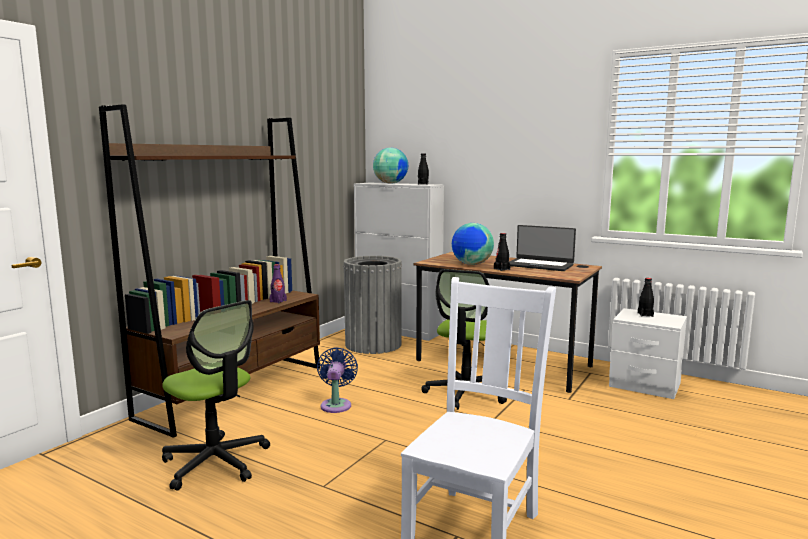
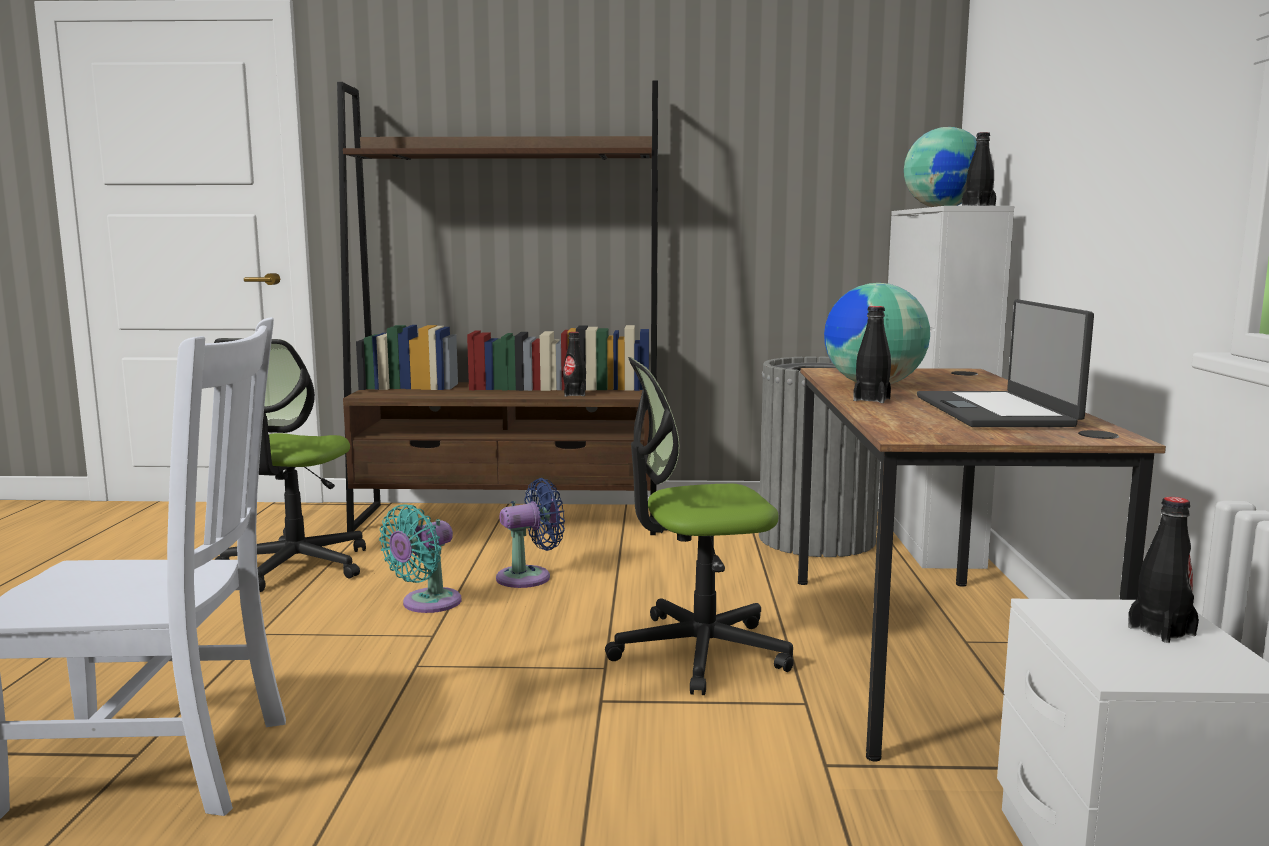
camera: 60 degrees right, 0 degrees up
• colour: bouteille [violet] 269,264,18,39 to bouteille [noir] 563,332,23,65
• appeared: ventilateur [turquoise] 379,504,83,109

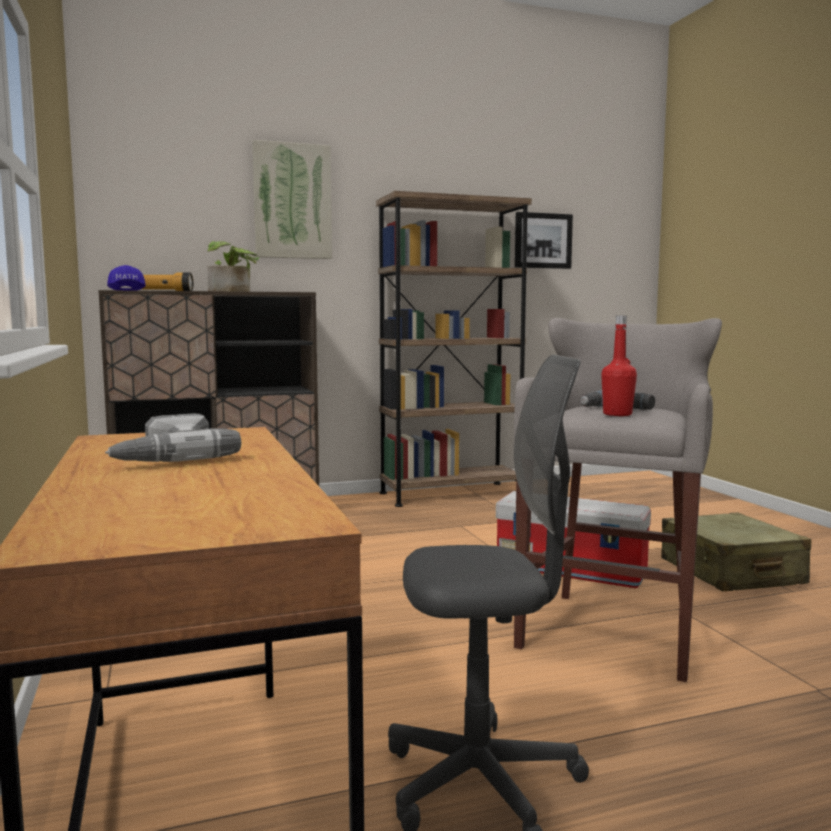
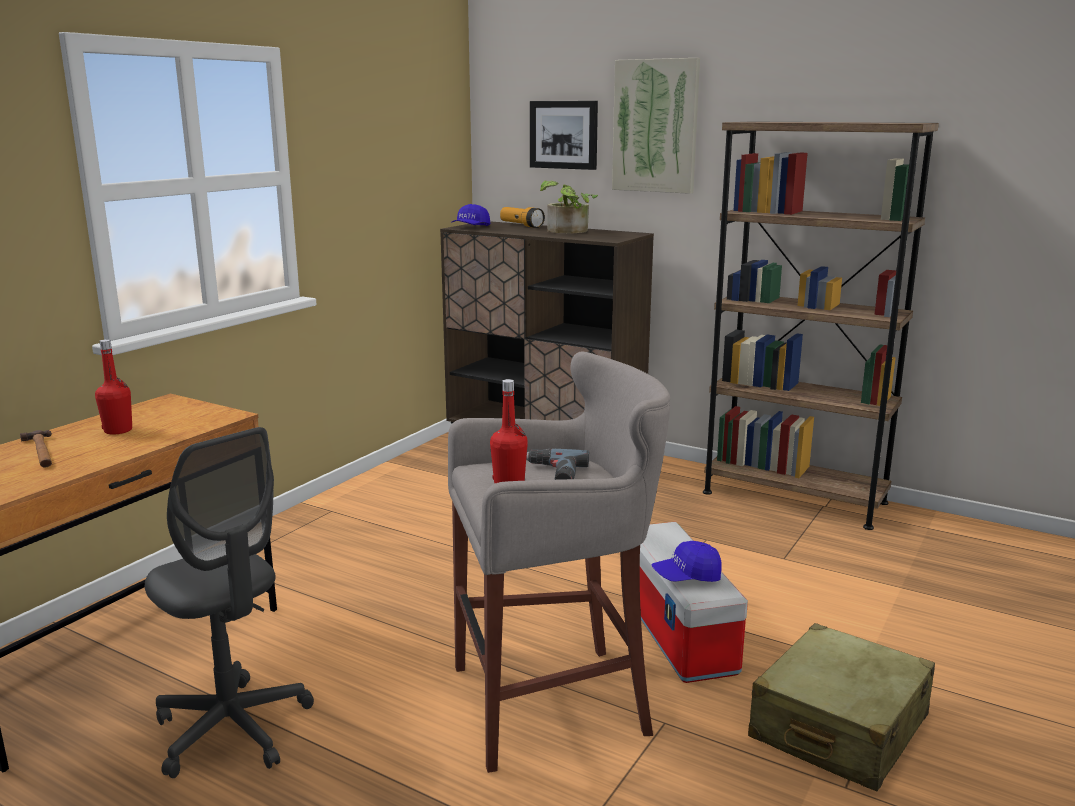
camera: 50 degrees right, 10 degrees up
• relocated: tableau 515,212,58,57 to 530,101,68,69
• exchanged: perceuse 105,414,136,48 to bouteille [rouge] 95,339,37,96
• appeared: marteau 20,430,32,37
• appeared: casquette [bleu] 652,541,70,41

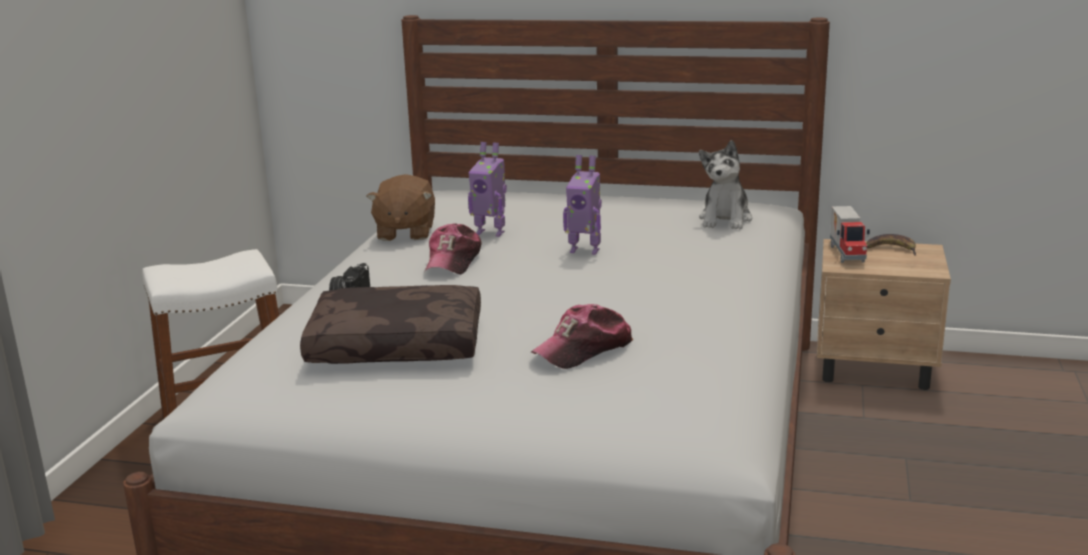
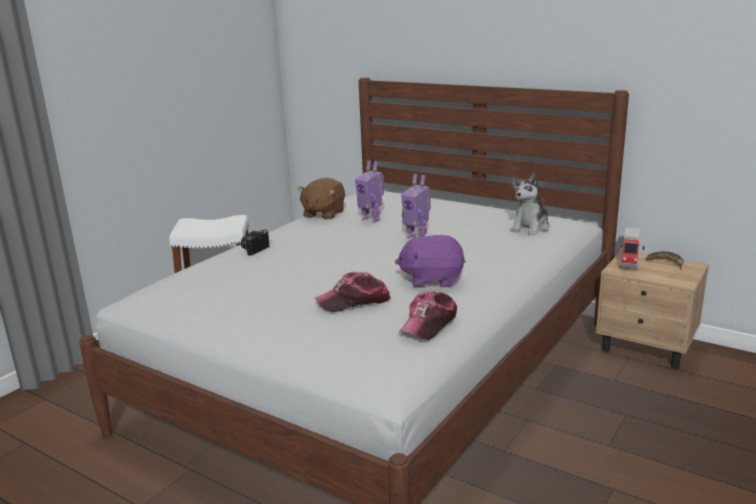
camera: 20 degrees right, 0 degrees up
• relocated: casquette 424,223,58,51 to 399,291,58,49
• missing: coussin [marron] 300,285,181,79
• appeared: peluche [violet] 395,235,71,53

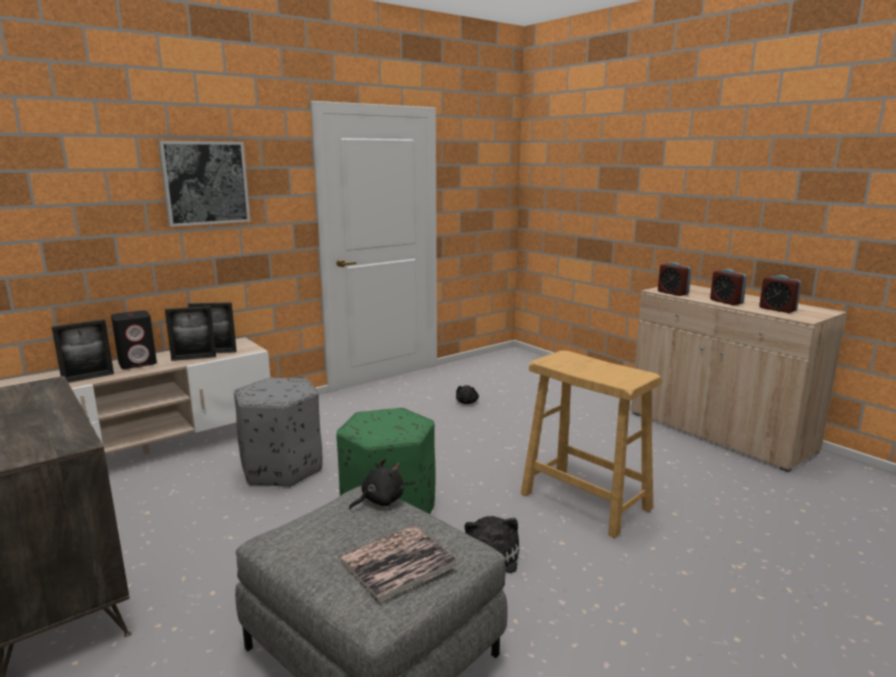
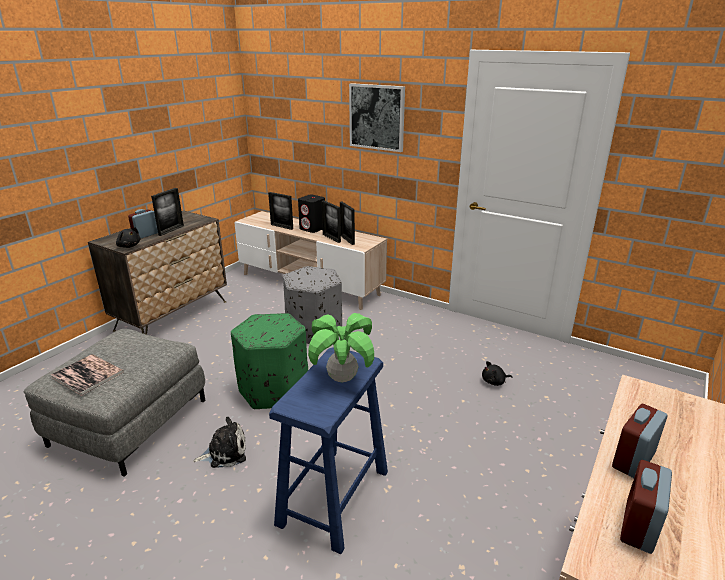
camera: 70 degrees right, 10 degrees up
• relocated: réveil 658,262,34,34 to 128,209,30,30
• colour: tabouret [beige] 521,350,141,188 to tabouret [bleu] 269,347,119,207
• relocated: peluche [noir] 349,459,55,51 to 116,227,24,21
• appeared: cadre photo 151,188,33,48
• appeared: plante en pot 308,313,66,69

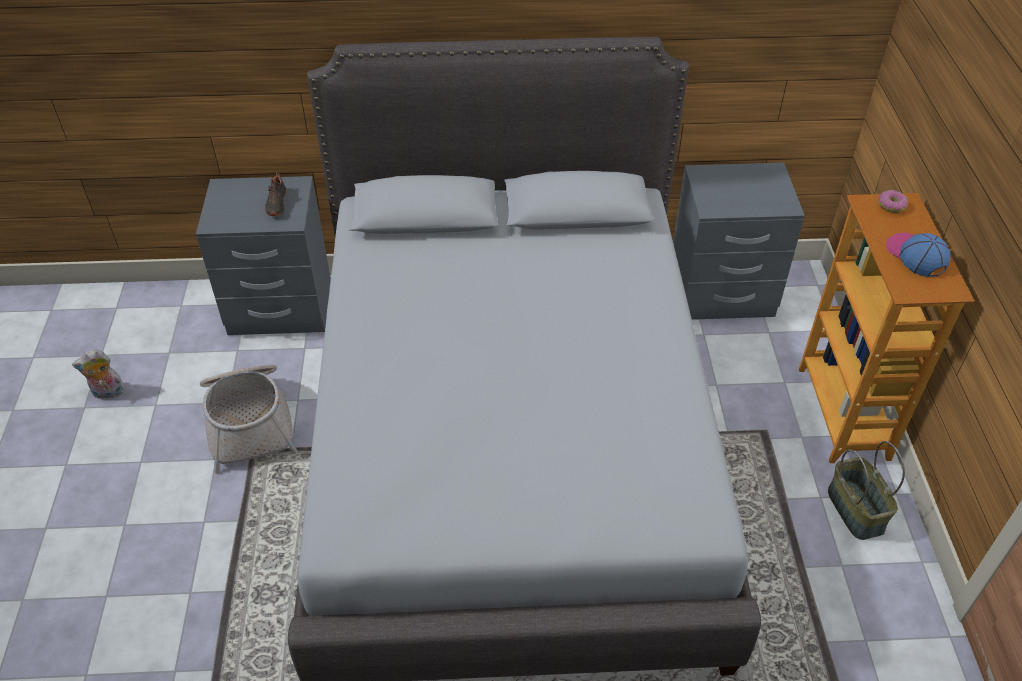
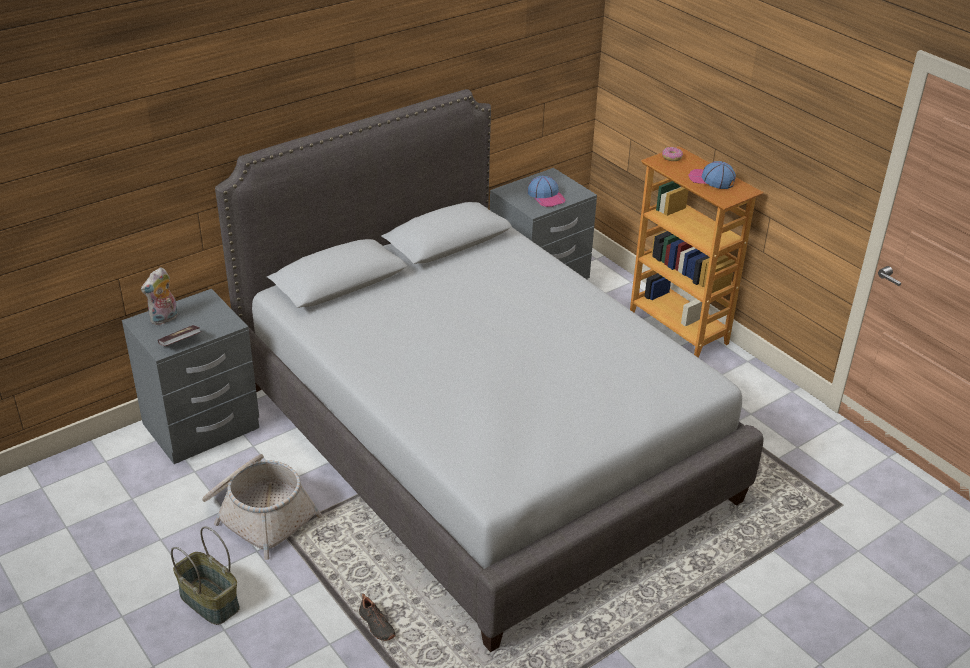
camera: 35 degrees left, 10 degrees down
• relocated: chaussure [noir] 265,172,22,44 to 359,594,37,47
• relocated: peluche 72,349,53,51 to 141,267,37,58
• relocated: panier 828,441,77,99 to 171,526,69,99
• appeared: casquette 528,176,38,31
• appeared: livre 158,325,43,21

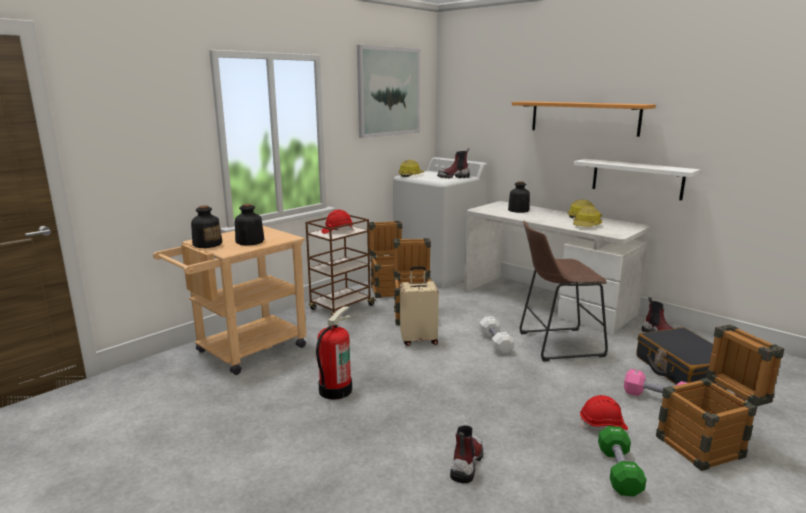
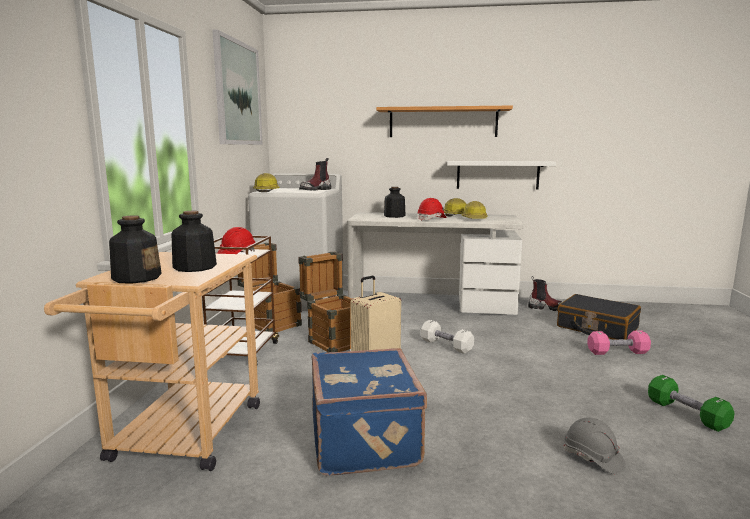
camera: 35 degrees left, 5 degrees down
• missing: tabouret [marron] 520,221,88,140
• exchanged: extincteur 316,306,36,94 to valise [bleu] 312,348,115,127
• missing: caisse 656,324,128,147
• relocated: casque de chantier [rouge] 580,395,48,35 to 417,198,30,23
• exchanged: botte 450,426,33,57 to casque de chantier [gris] 564,417,62,57

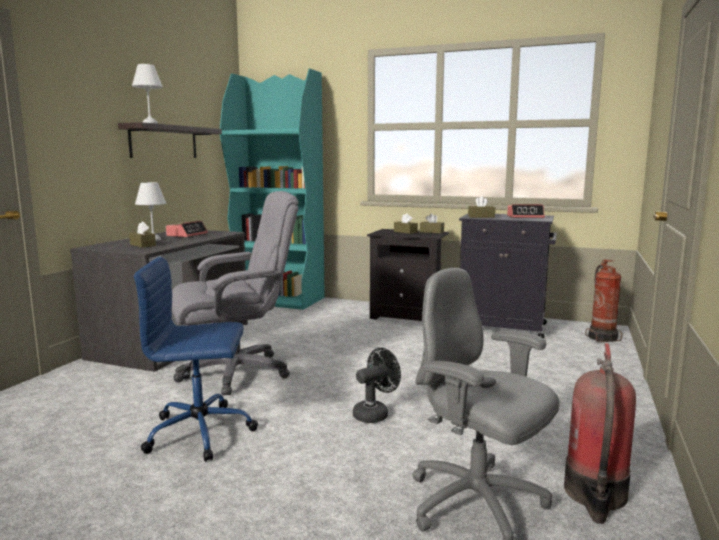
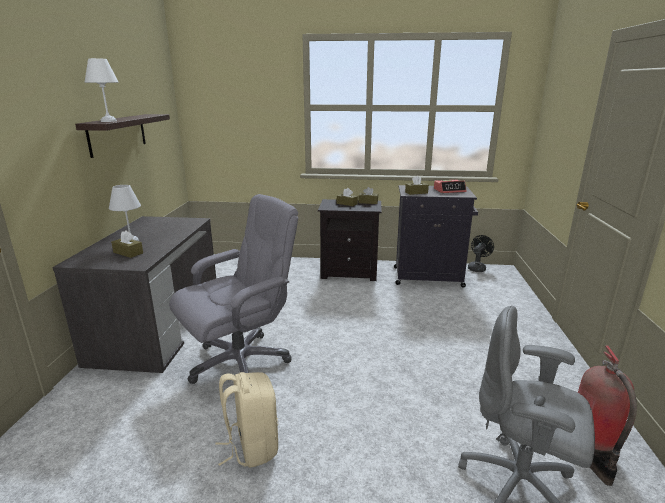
camera: 15 degrees left, 10 degrees up
• missing: bibliothèque [turquoise] 220,68,105,242
• missing: réveil 166,221,42,16
• exchanged: chaise de bureau [bleu] 134,256,124,206 to sac à dos [beige] 215,372,63,96
• missing: extincteur 585,260,37,82
• relocated: ventilateur [noir] 353,348,48,75 to 468,235,26,37

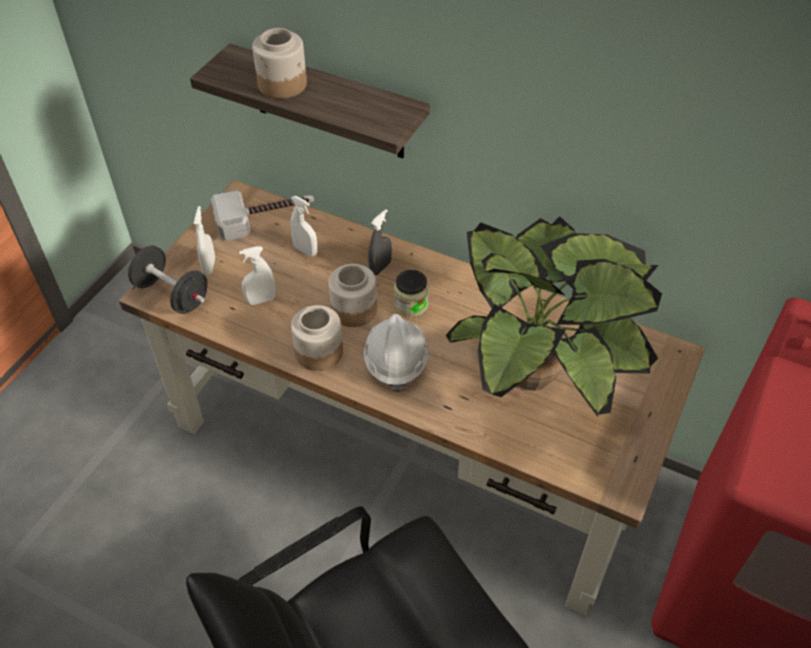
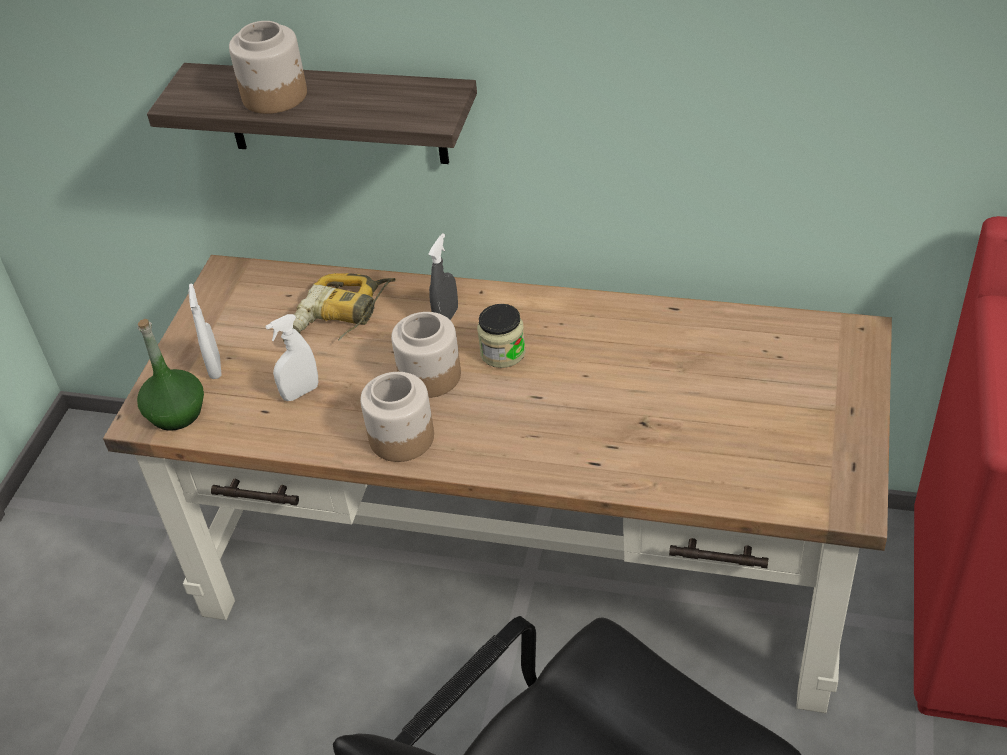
camera: 10 degrees left, 5 degrees down
• missing: marteau 211,190,103,50
• exchanged: vaporisateur [blanc] 290,196,27,60 to perceuse 283,273,113,68
• missing: plante en pot 446,216,216,201
• exchanged: haltère [noir] 128,246,80,68 to bouteille [vert] 137,319,67,112
• missing: casque de chantier [blanc] 364,314,64,78

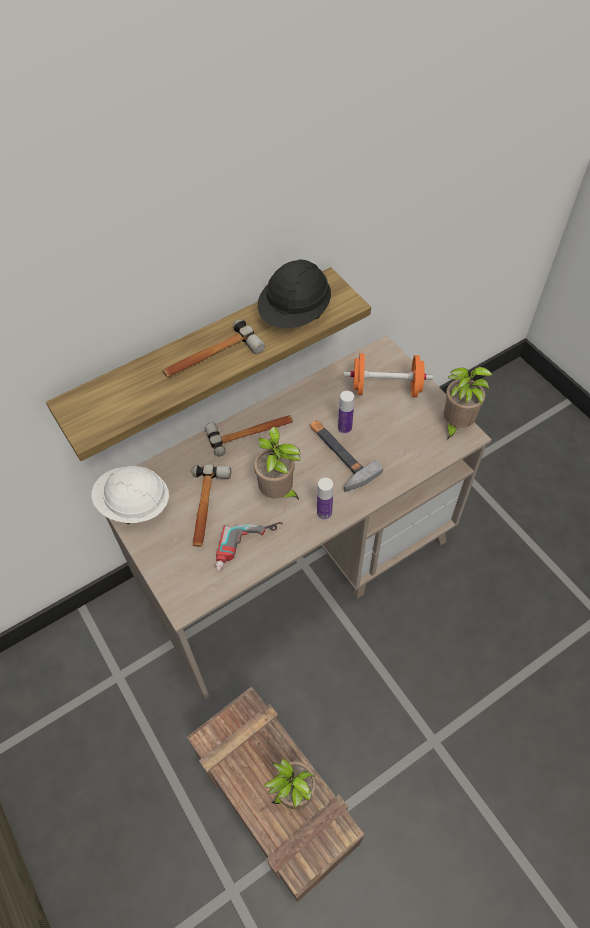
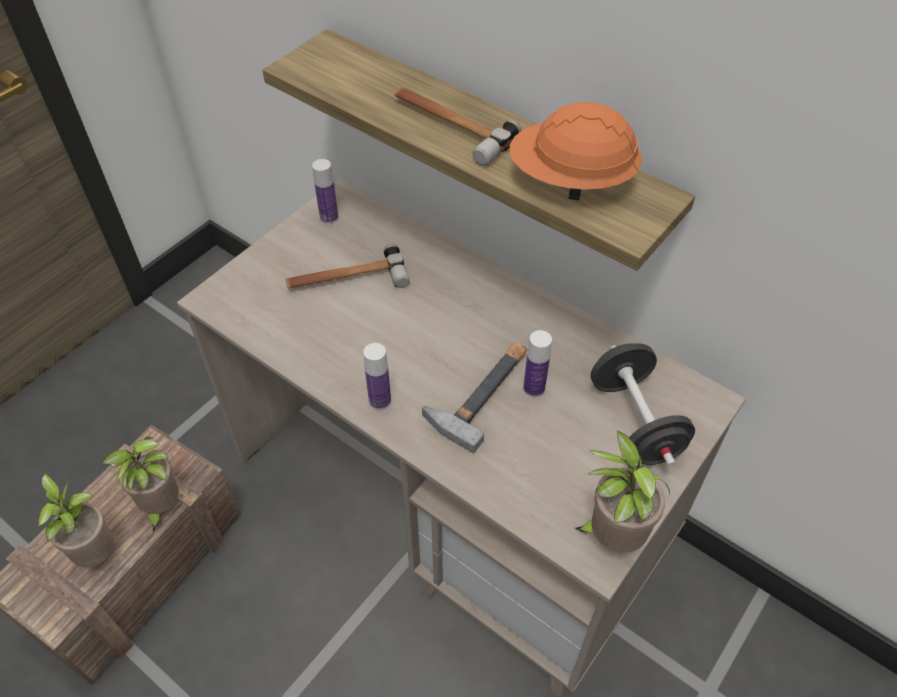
camera: 70 degrees right, 5 degrees down
• colour: casque de chantier [noir] 258,259,73,69 to casque de chantier [orange] 510,102,132,98
• colour: haltère [orange] 344,353,89,44 to haltère [noir] 590,344,105,123
• missing: marteau 205,415,88,41
• relocated: plante en pot 254,427,46,73 to 102,437,77,95
• exchanged: casque de chantier [blanc] 92,466,77,58 to bouteille 312,159,26,65
• missing: perceuse 215,522,68,50

